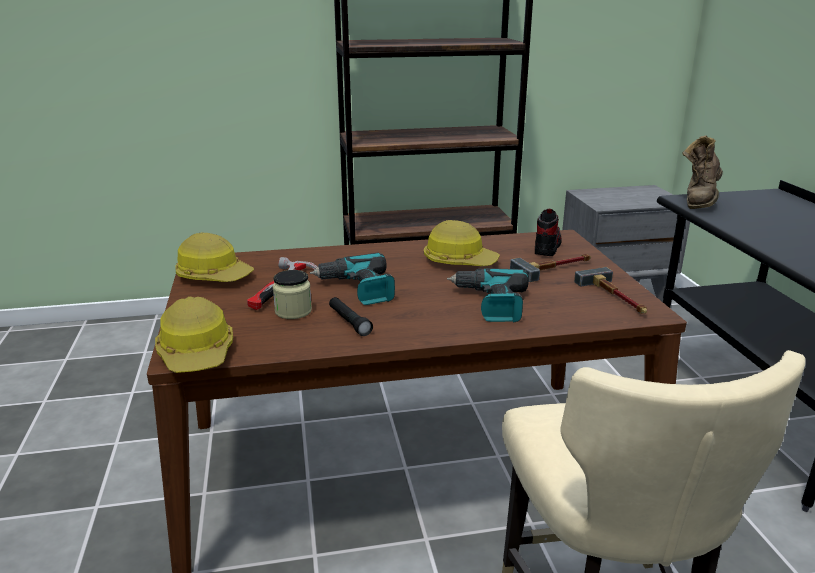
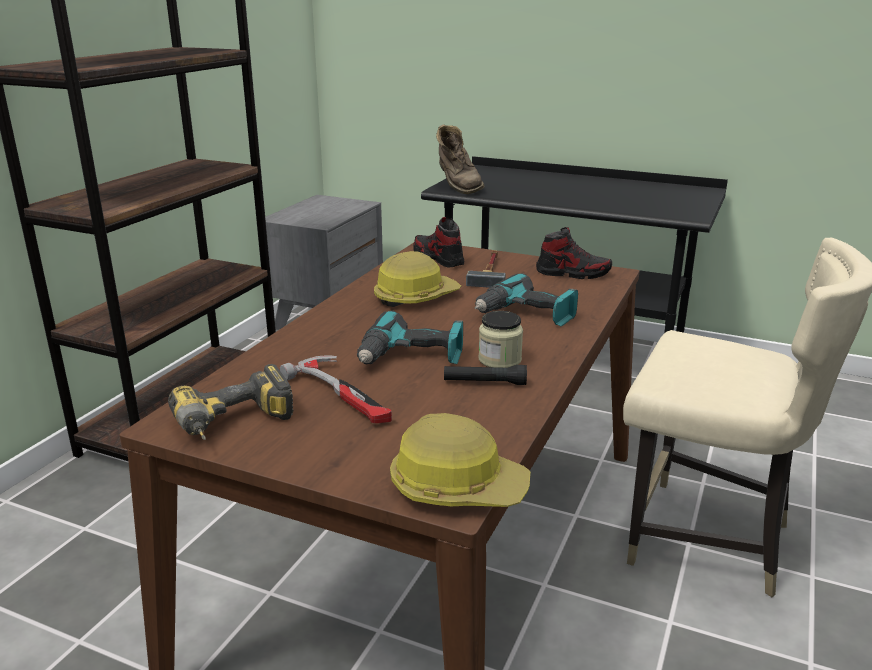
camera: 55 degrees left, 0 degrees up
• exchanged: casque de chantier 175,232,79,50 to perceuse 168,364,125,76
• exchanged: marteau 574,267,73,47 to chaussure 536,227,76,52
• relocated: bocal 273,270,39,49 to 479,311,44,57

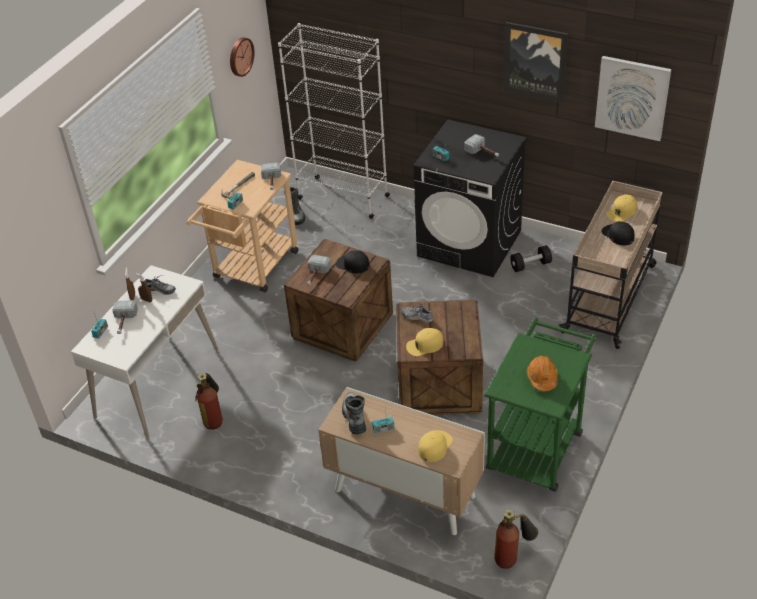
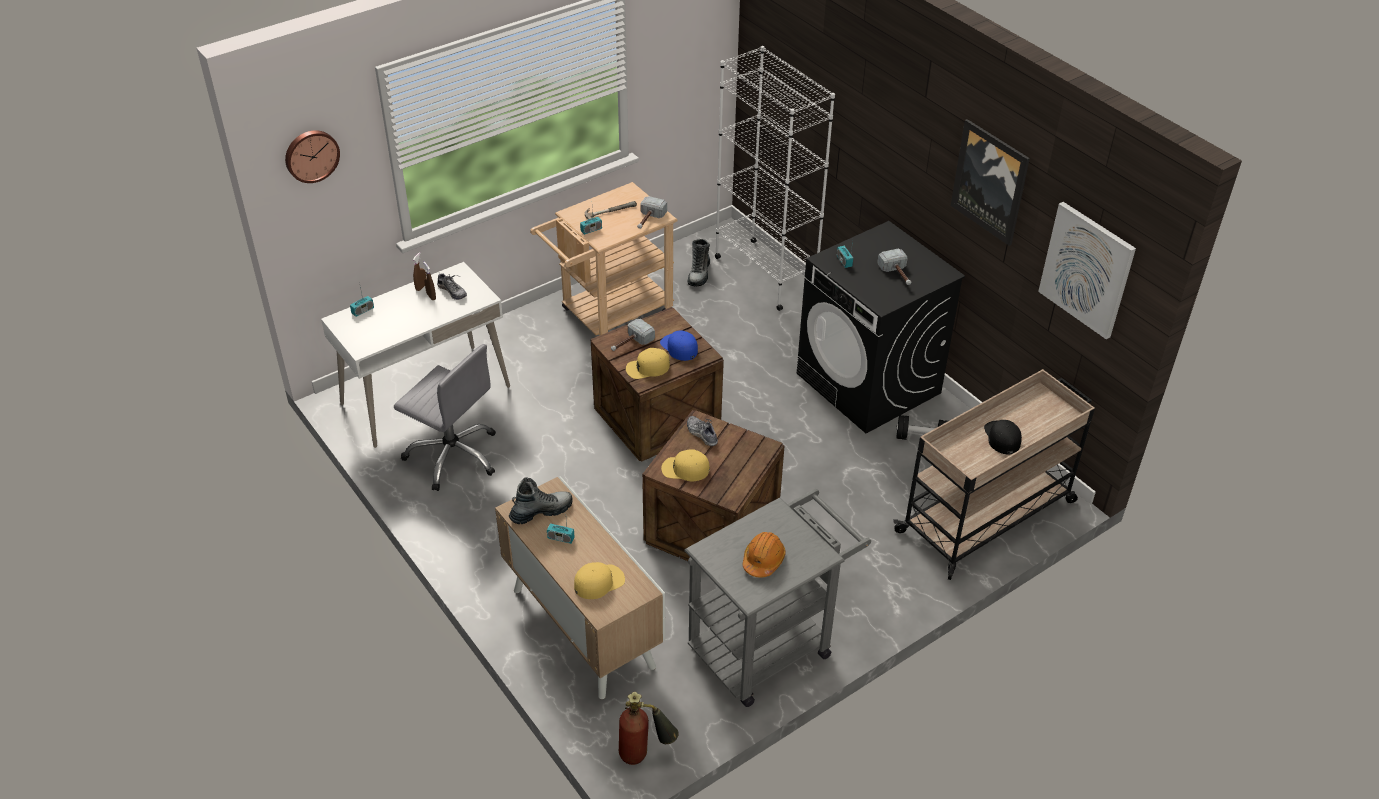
camera: 25 degrees right, 0 degrees up
• relocated: horloge murale 230,37,24,40 to 285,130,55,53
• relocated: casquette [jaune] 606,195,31,27 to 626,348,44,31
• colour: casquette [noir] 336,250,34,23 to casquette [bleu] 660,330,38,31
• missing: marteau 113,301,25,33
• colour: chariot [vert] 484,317,112,175 to chariot [gris] 685,489,186,218
• exchanged: extincteur 195,373,28,57 to chaise de bureau [gris] 394,344,102,147
• spun: botte 342,392,24,42 = 508,477,65,47 45 degrees clockwise

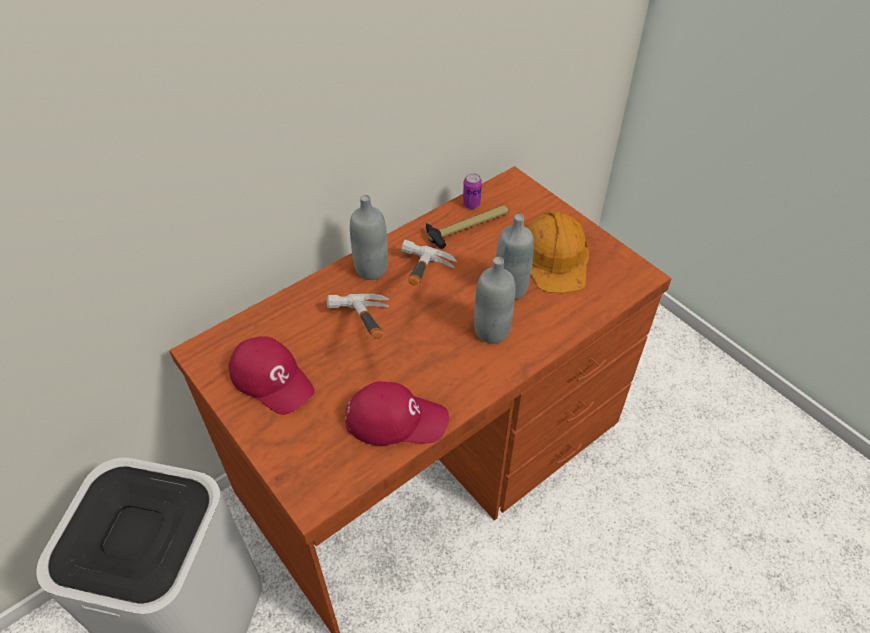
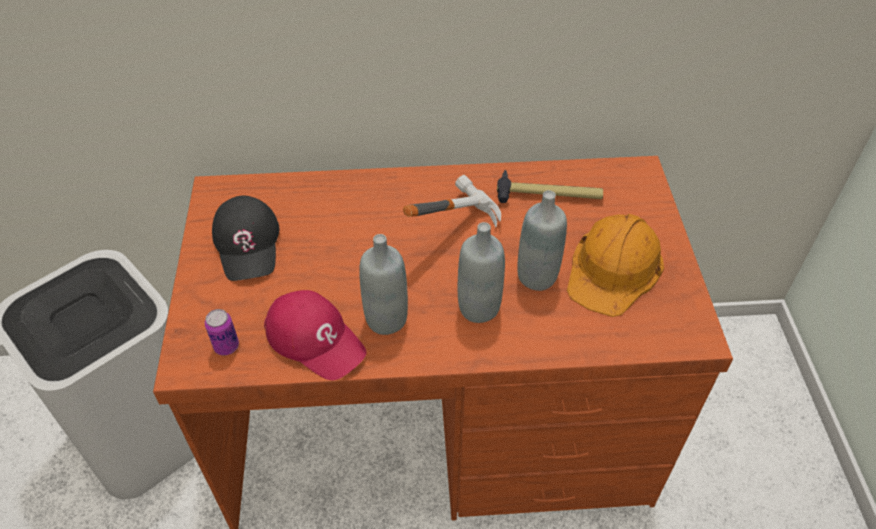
camera: 35 degrees right, 0 degrees up
• relocated: boîte métallique 463,173,19,36 to 205,309,34,46
• relocated: bouteille [gris] 350,195,38,85 to 359,234,49,101
• missing: marteau 327,294,62,45
• colour: casquette [rouge] 228,336,87,79 to casquette [noir] 212,196,67,85

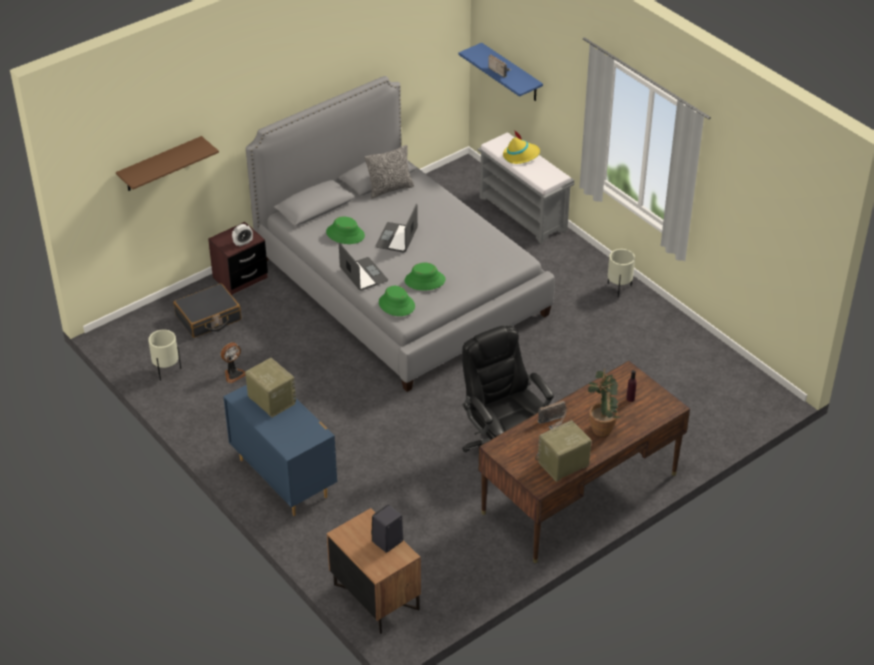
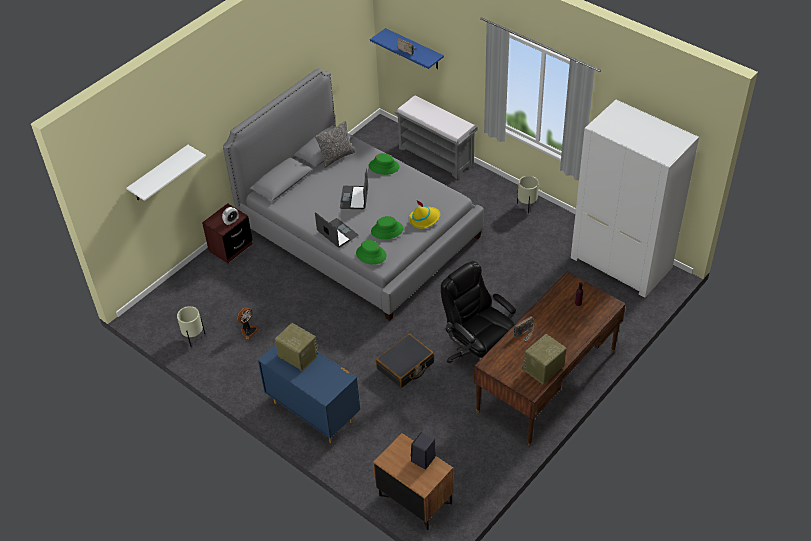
camera: 10 degrees left, 5 degrees up
• relocated: chapeau [jaune] 503,130,37,34 to 409,200,31,29
• colour: étagère [marron] 116,136,103,55 to étagère [blanc] 126,145,80,56
• relocated: chapeau [vert] 326,216,39,28 to 369,153,30,22
• relocated: valise [noir] 173,283,68,55 to 376,334,58,54
• missing: plante en pot 588,369,32,67
• appeared: armoire [blanc] 571,100,128,198

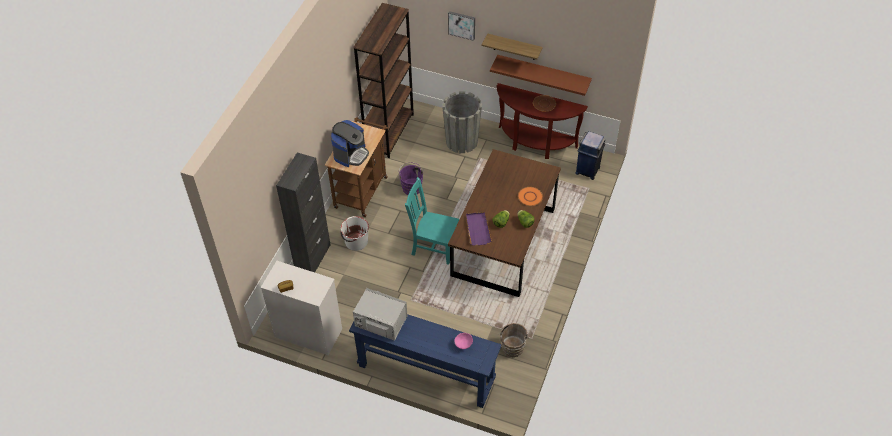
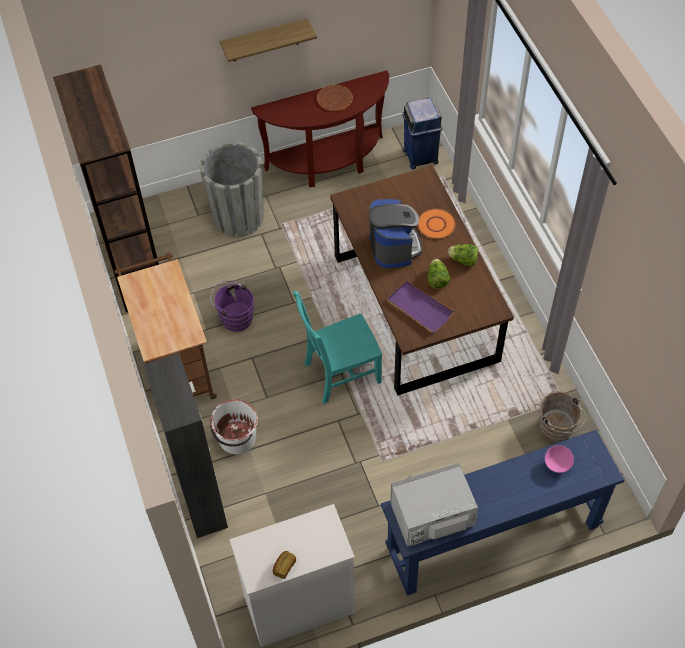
camera: 40 degrees left, 5 degrees up
• missing: tableau 448,11,27,30
• missing: étagère [marron] 490,55,102,41
• relocated: machine à café 331,120,38,47 to 368,199,54,69

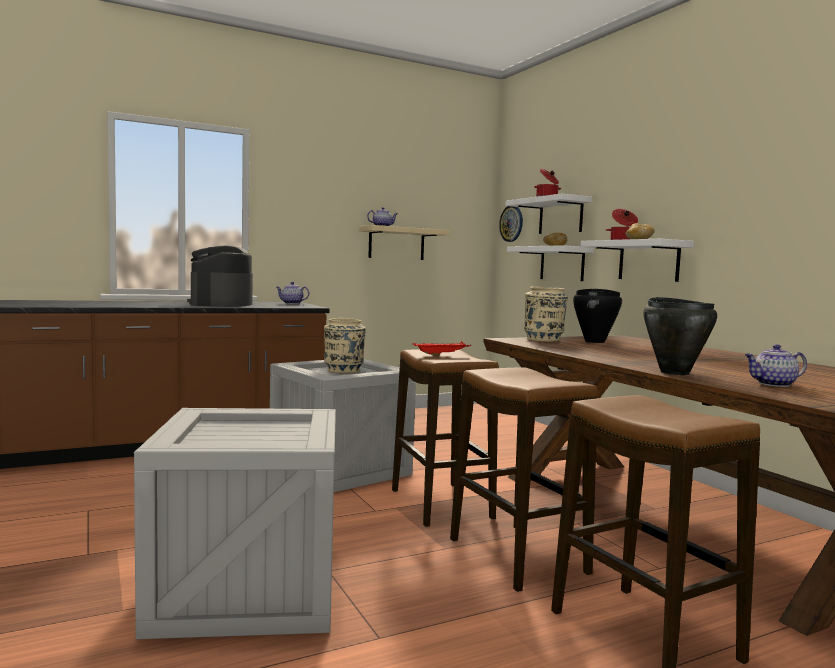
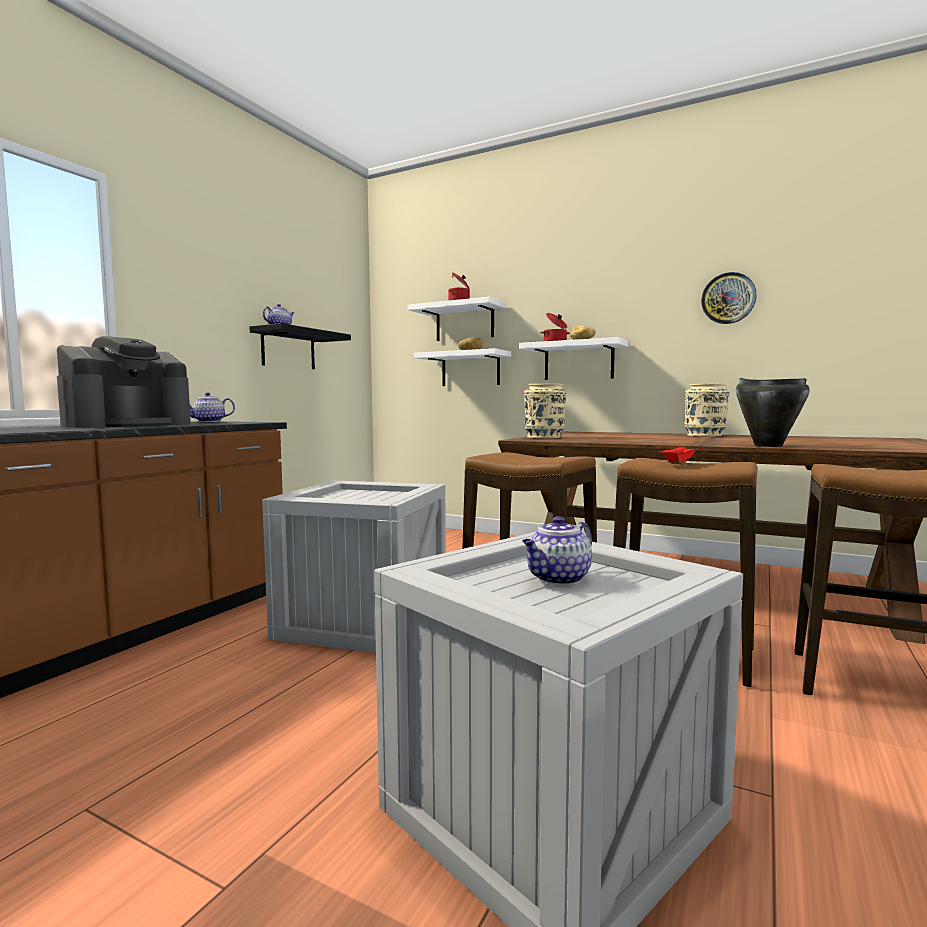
camera: 35 degrees left, 0 degrees up
• relocated: horloge murale 499,206,24,36 to 701,272,56,52
• colour: étagère [beige] 359,225,91,35 to étagère [noir] 249,323,102,46
• spun: machine à café 187,245,66,62 = 57,336,134,92 105 degrees counterclockwise
• missing: marmite [noir] 573,289,49,54
• relocated: vase [beige] 324,318,42,55 to 684,383,46,54
• relocated: plateau [rouge] 412,341,59,15 to 658,445,45,20
• relocated: théière 745,344,62,43 to 522,516,70,69

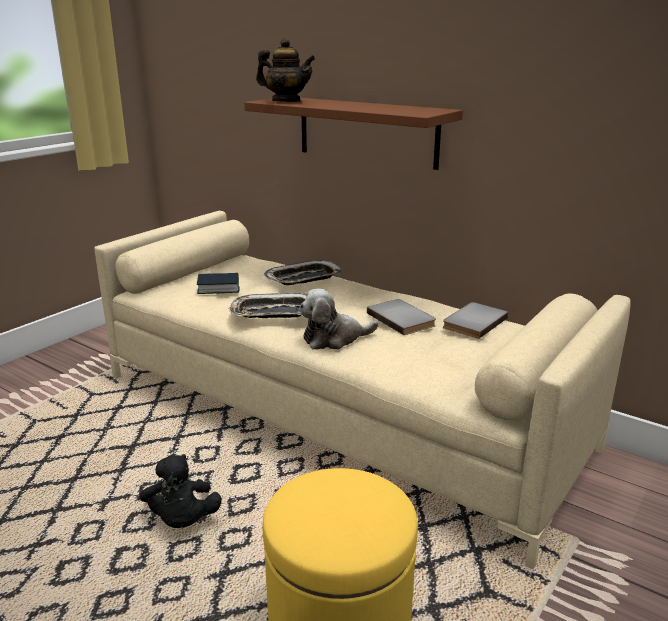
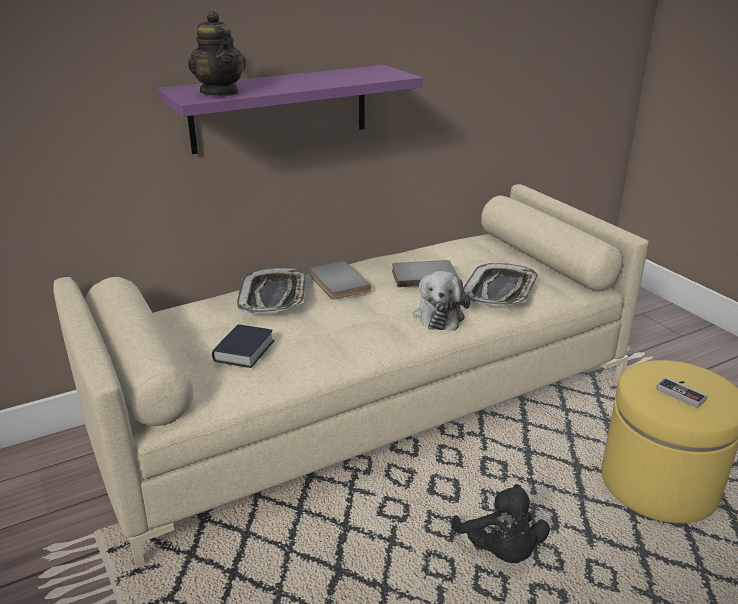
camera: 65 degrees left, 5 degrees up
• spun: théière 256,38,59,64 = 188,11,58,85 105 degrees clockwise
• colour: étagère [marron] 244,98,219,72 to étagère [violet] 158,65,265,89
• relocated: plateau 229,293,78,25 to 464,263,74,43
• relocated: livre [gris] 443,302,65,37 to 309,261,62,39
• spun: peluche [noir] 139,454,83,74 = 452,484,98,79 60 degrees clockwise
• appeared: manette 656,377,52,31

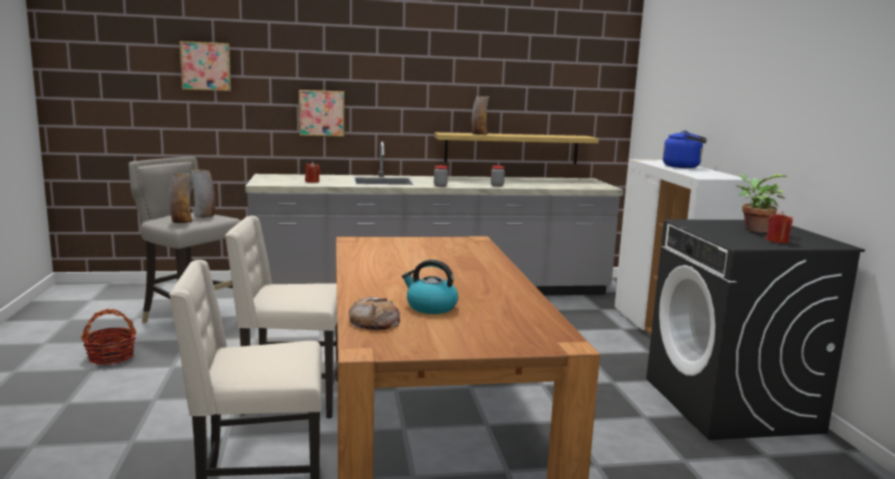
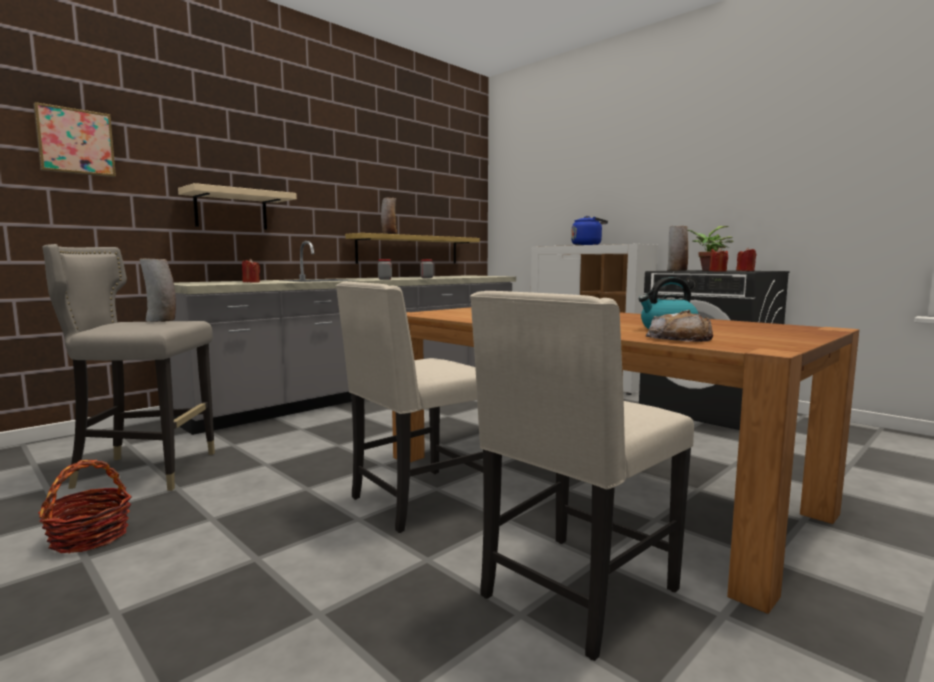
camera: 35 degrees left, 5 degrees down
• exchanged: tableau 299,90,45,47 to étagère [beige] 178,183,119,47
• relocated: vase 169,173,24,50 to 667,226,21,45
• appeared: bougie [rouge] 709,247,19,25

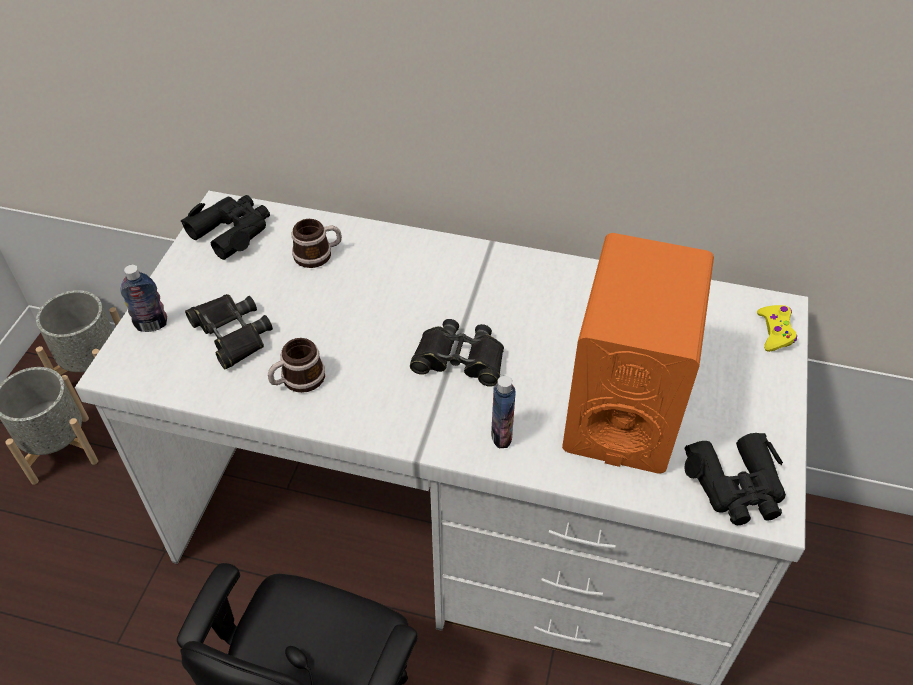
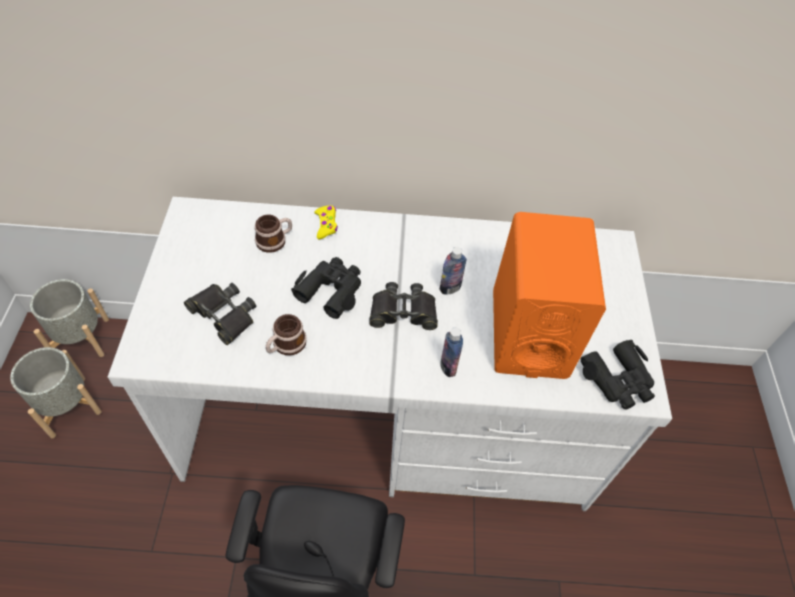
camera: 15 degrees left, 5 degrees up
• relocated: jumelles [noir] 181,195,89,65 to 291,257,70,62
• relocated: bouteille 120,265,47,67 to 440,247,27,47
• relocated: manette [jaune] 757,305,40,47 to 314,205,24,34

